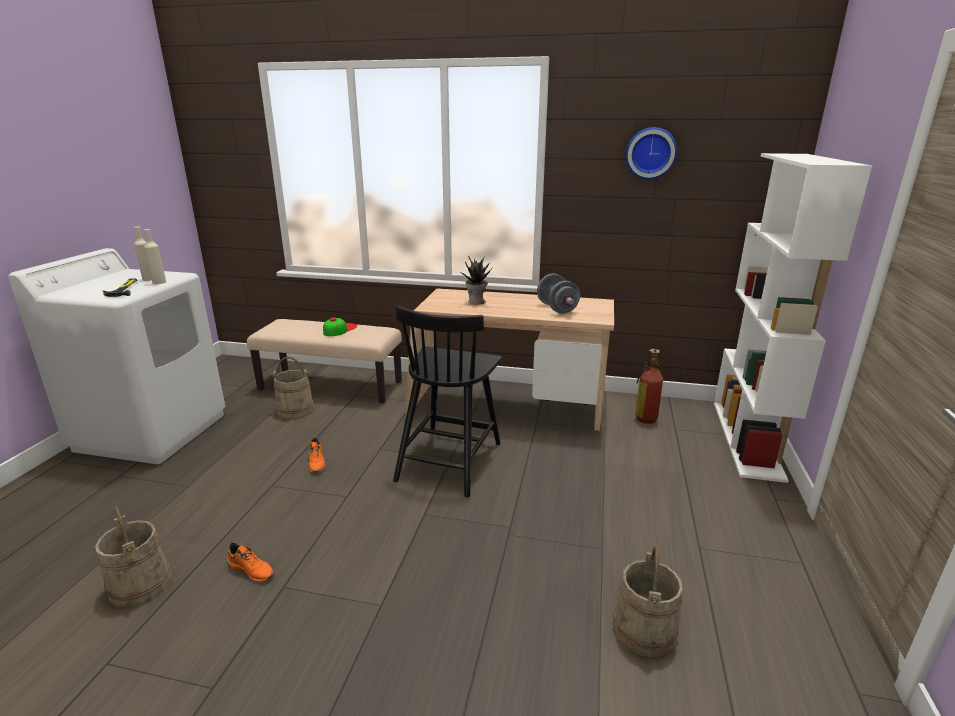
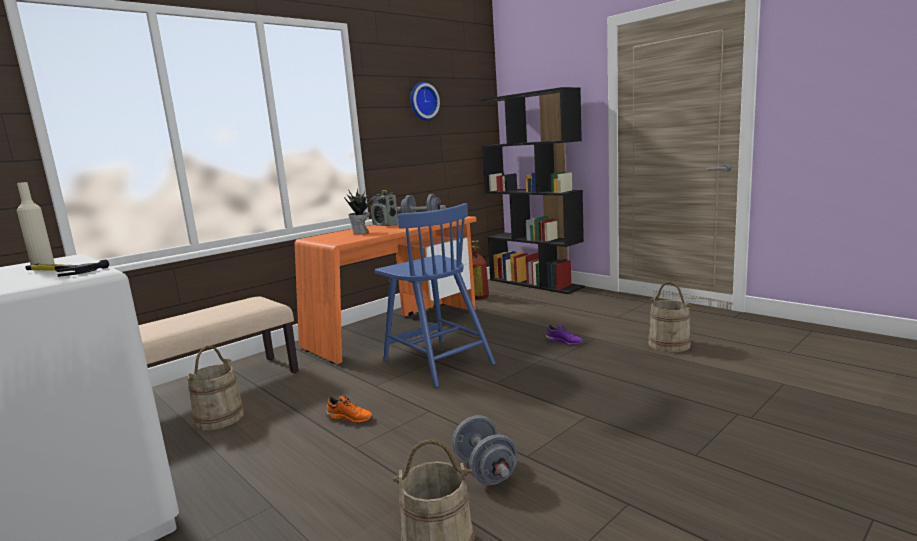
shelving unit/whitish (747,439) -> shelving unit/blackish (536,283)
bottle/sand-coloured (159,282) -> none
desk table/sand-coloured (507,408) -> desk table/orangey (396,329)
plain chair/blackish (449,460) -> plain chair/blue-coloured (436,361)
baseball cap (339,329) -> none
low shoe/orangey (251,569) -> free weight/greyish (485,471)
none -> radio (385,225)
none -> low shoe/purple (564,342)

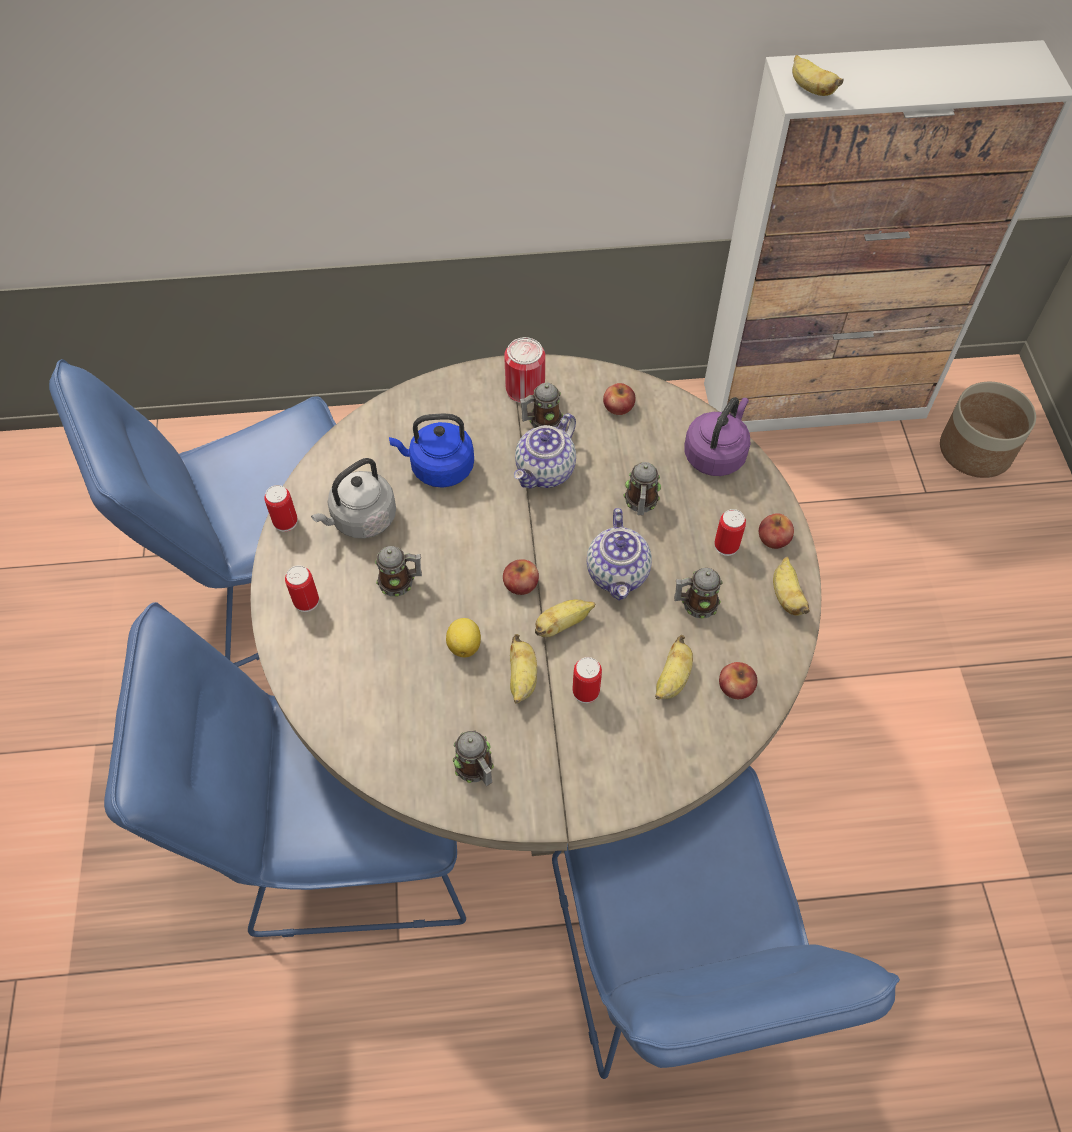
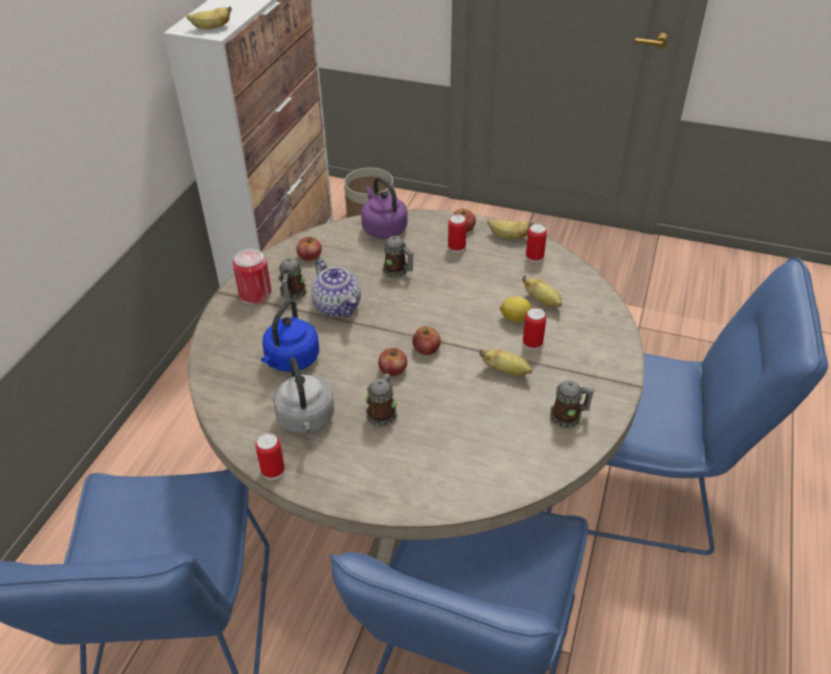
tea pot (618,574) -> none
can (306,601) -> can (534,257), moved
mug (695,604) -> none
banana fruit (562,624) -> none
citrus fruit (464,644) -> citrus fruit (514,318), moved
apple fruit (736,686) -> apple fruit (393,369), moved

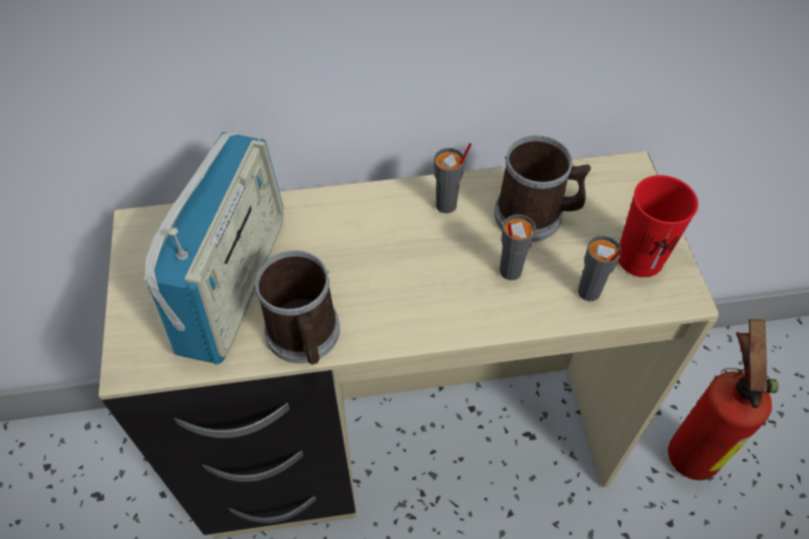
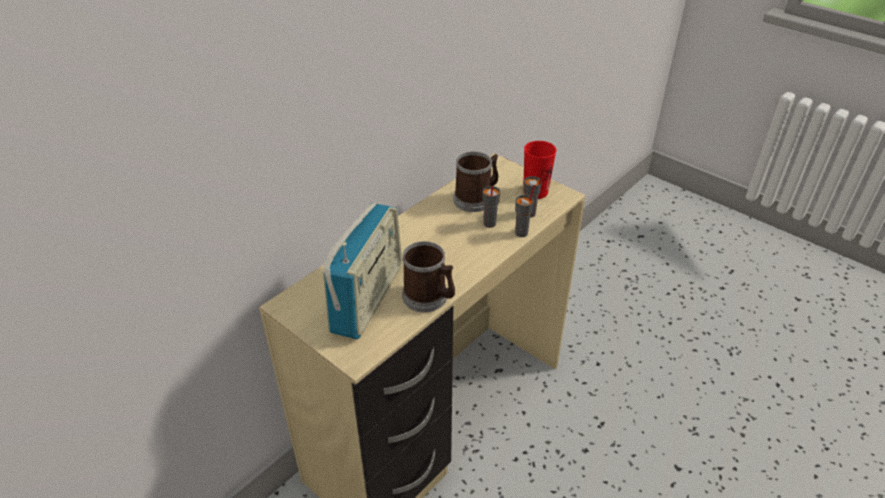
radio (234,283) -> radio (368,298), 45 degrees clockwise
small cup/greyish (446,205) -> small cup/greyish (522,233), moved
extinguisher (691,449) -> none

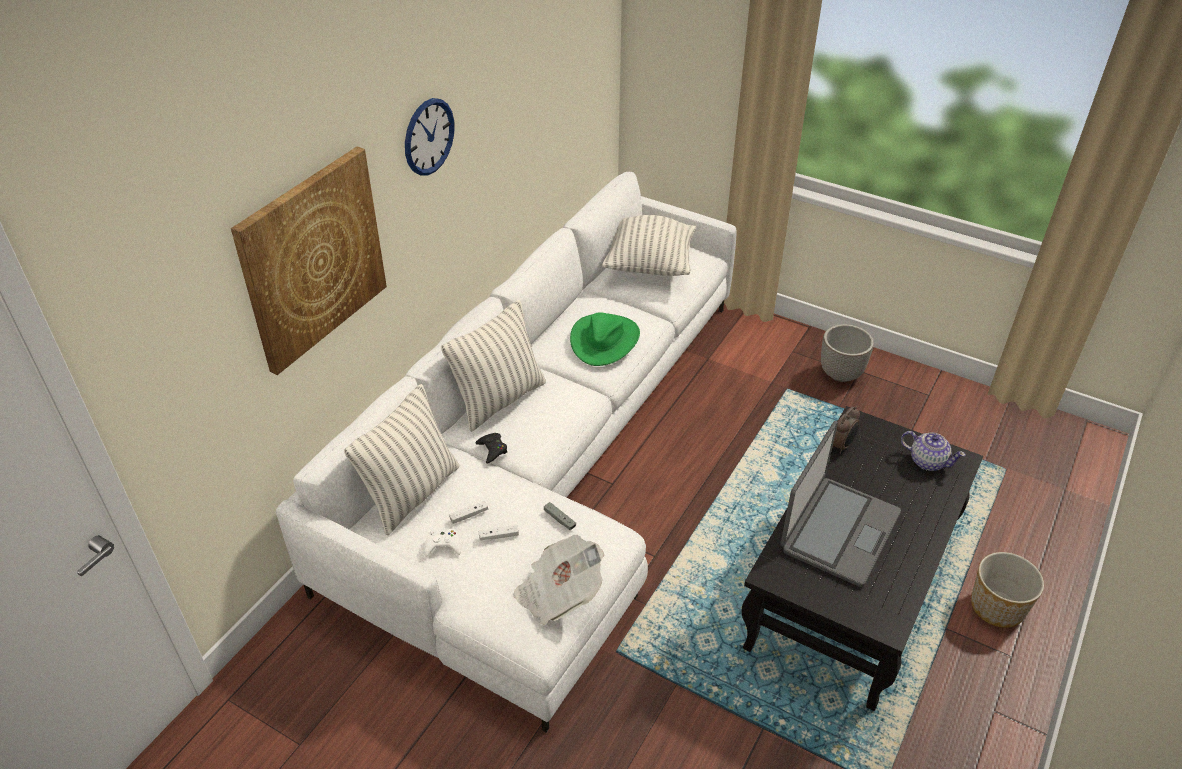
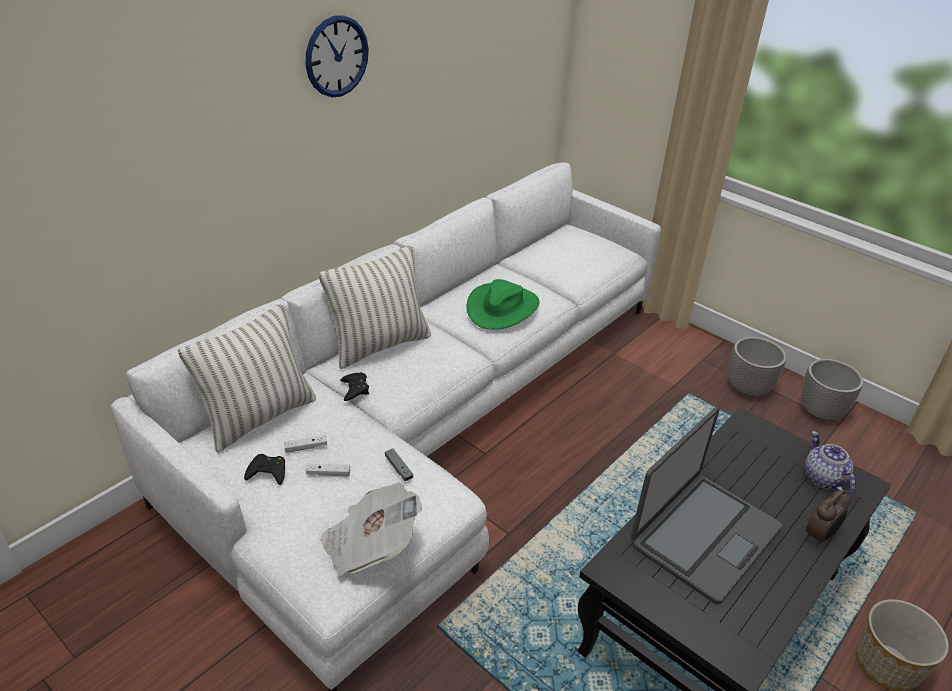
picture (312,259) -> none
throw pillow (649,265) -> none
table clock (842,445) -> table clock (820,536), moved
tea pot (927,461) -> tea pot (823,478), 150 degrees counterclockwise
joypad/whitish (443,545) -> joypad/blackish (268,472)
none -> plant pot (821,412)

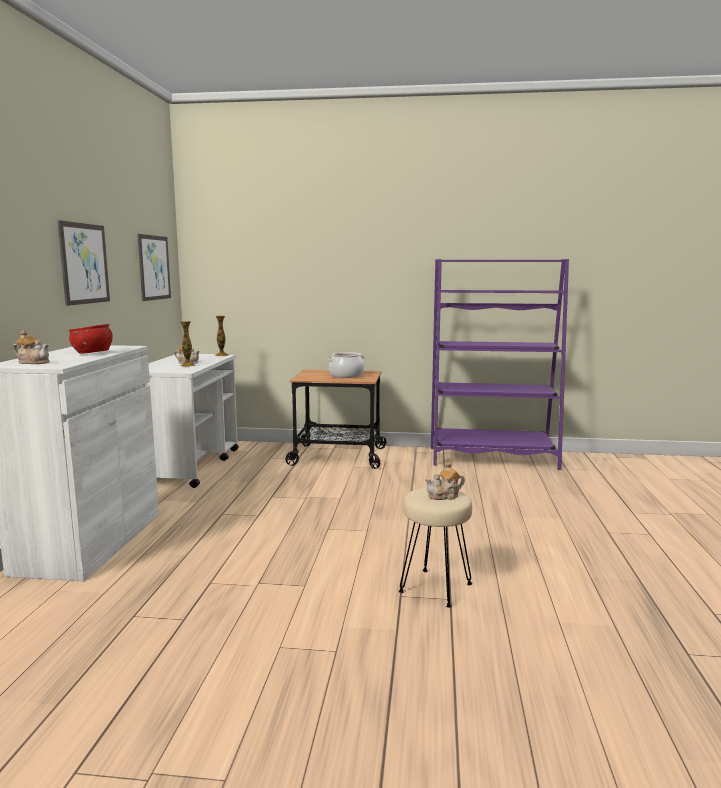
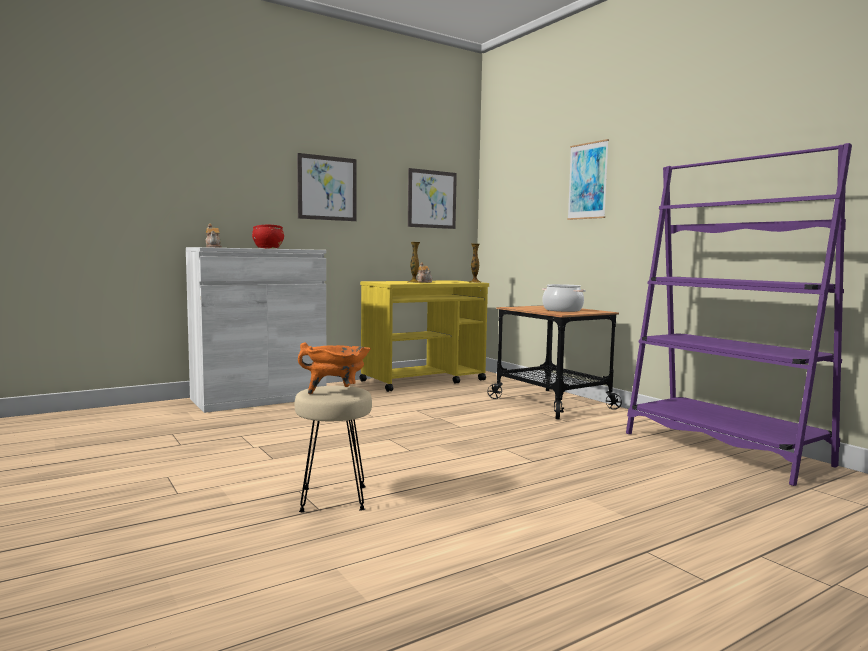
trolley/whitish (190,466) -> trolley/yellow-coloured (424,380)
tea pot (444,496) -> saucepot/orangey (337,392)
none -> picture (588,181)

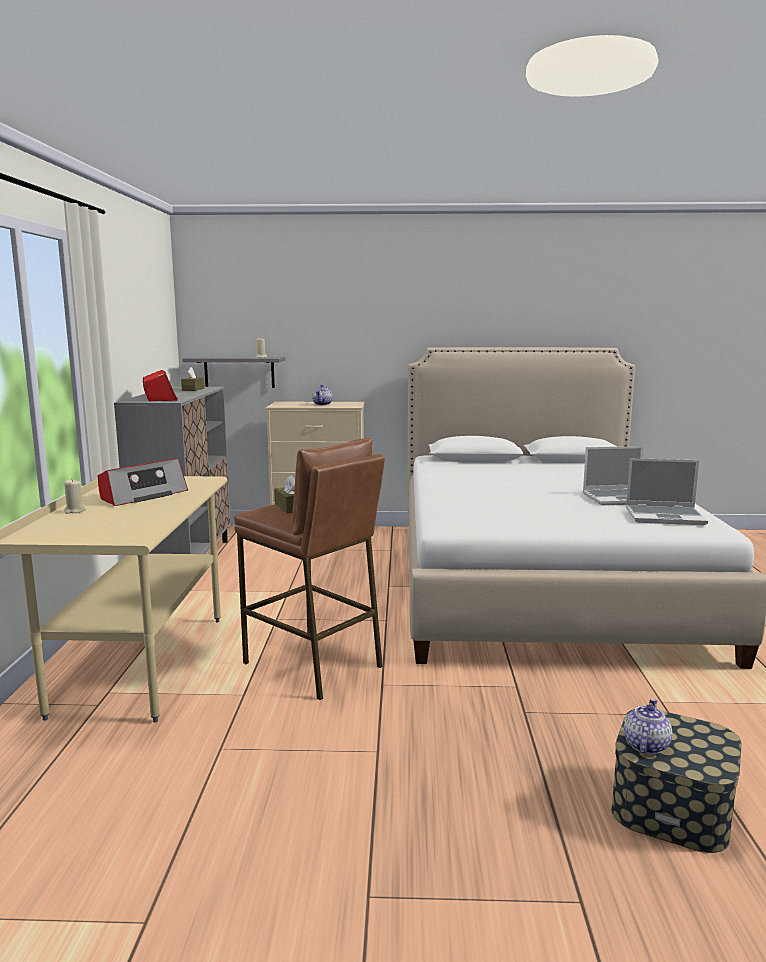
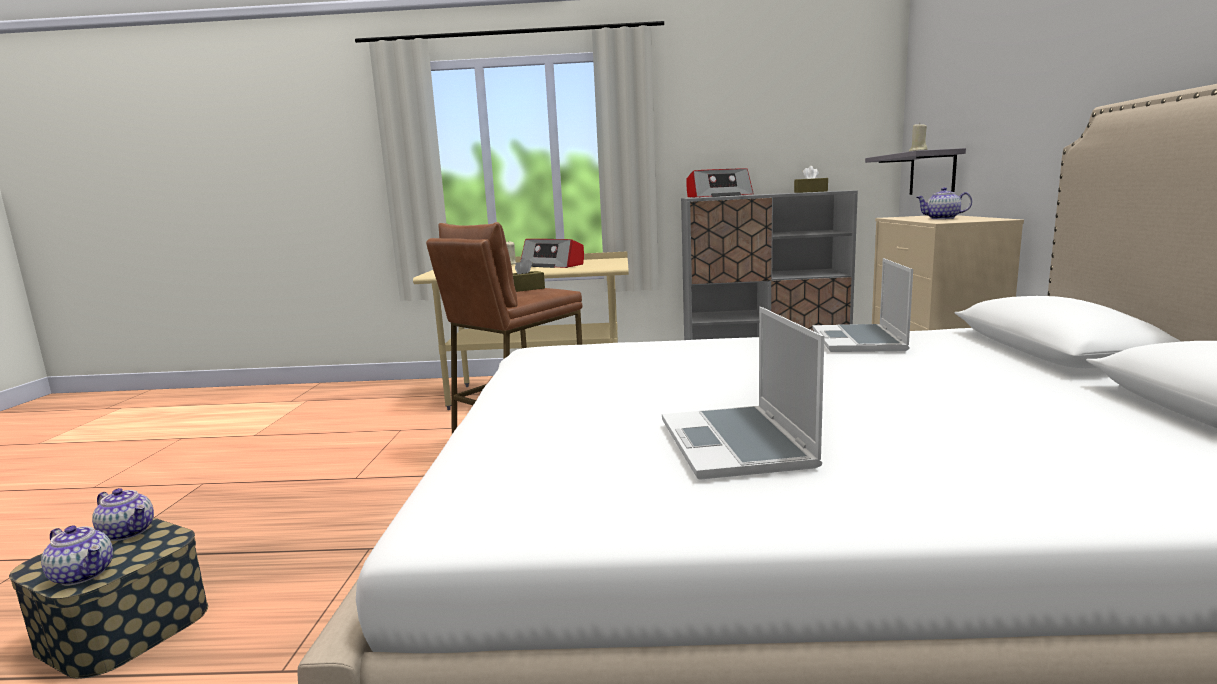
laptop (665,517) -> laptop (859,341), moved
none -> tea pot (84,574)

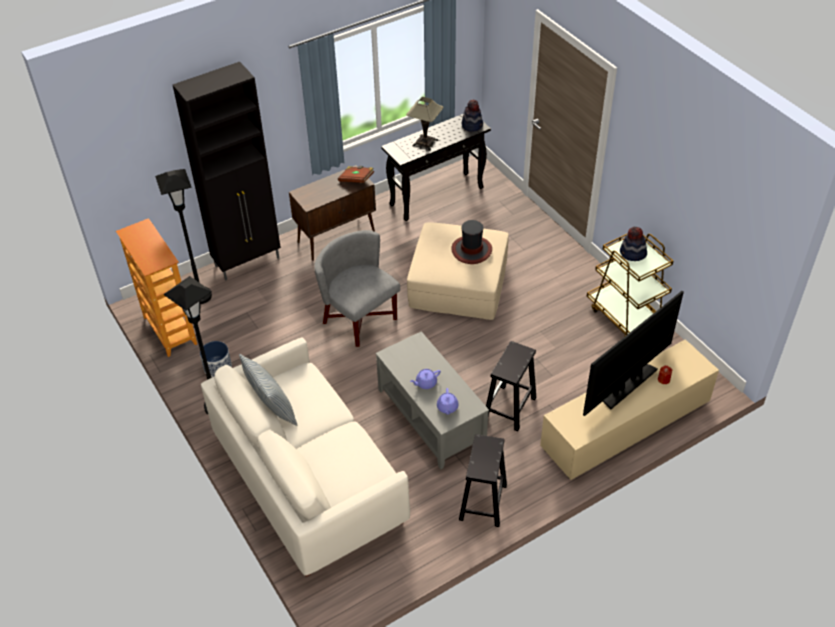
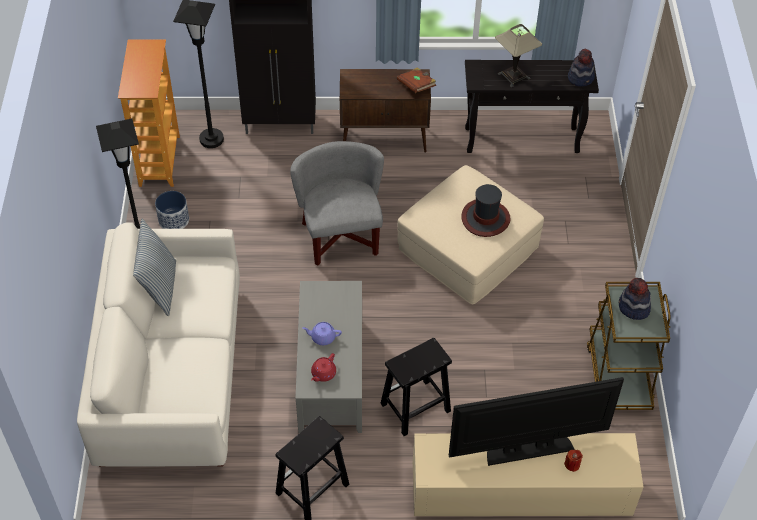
tea pot/purple (447,407) -> tea pot/reddish (323,374)

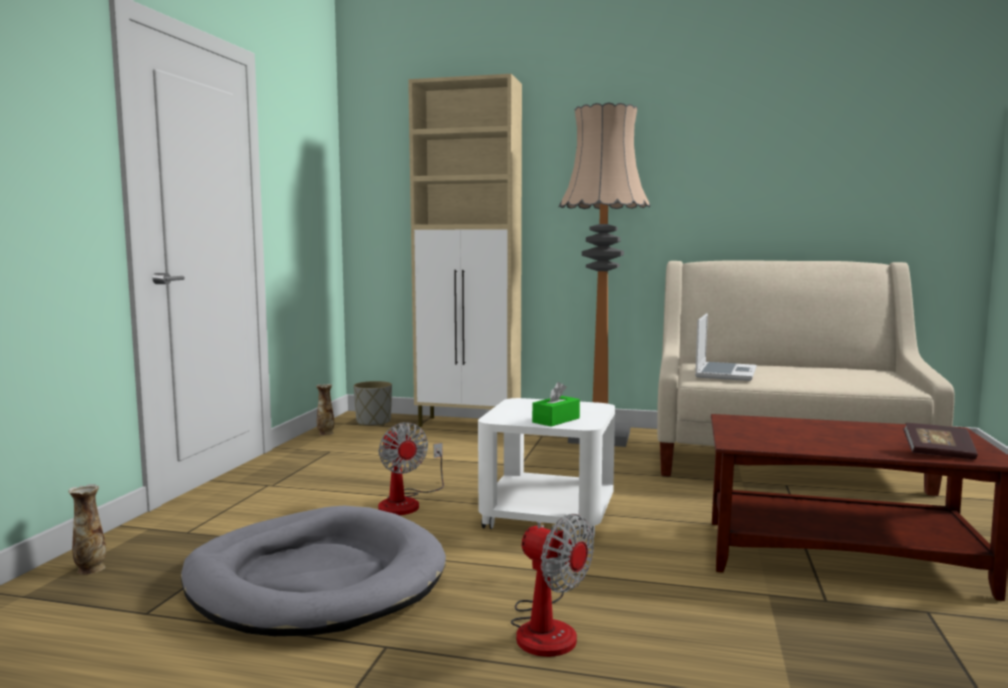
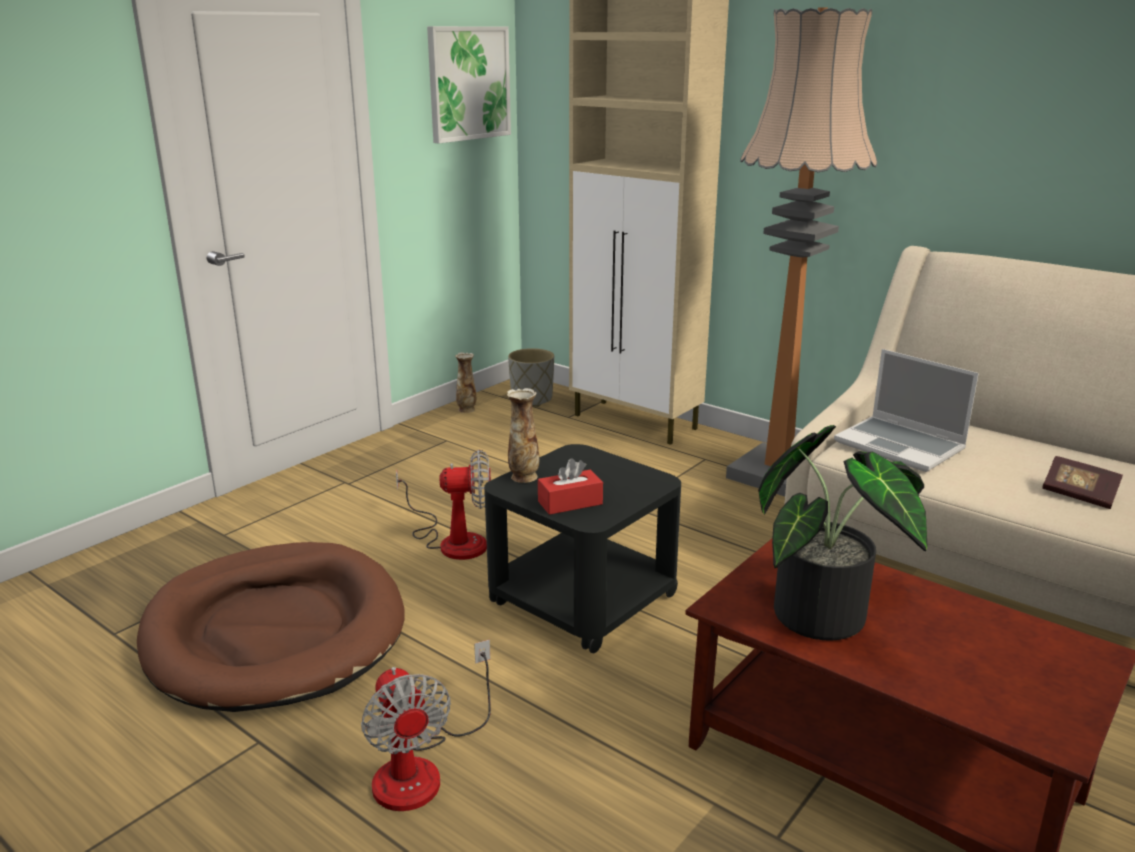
laptop (724,373) -> laptop (901,446), 90 degrees clockwise
box of tissues/greenish (556,420) -> box of tissues/reddish (570,503)
side table/whitish (548,516) -> side table/blackish (582,600)
fan (406,502) -> fan (452,540), 90 degrees counterclockwise
volume (938,454) -> volume (1078,495), moved
vase (90,569) -> vase (523,476), moved
pet bed/greyish (315,579) -> pet bed/brown-coloured (275,632)
none -> picture (468,83)
none -> plant in a pot (830,616)

